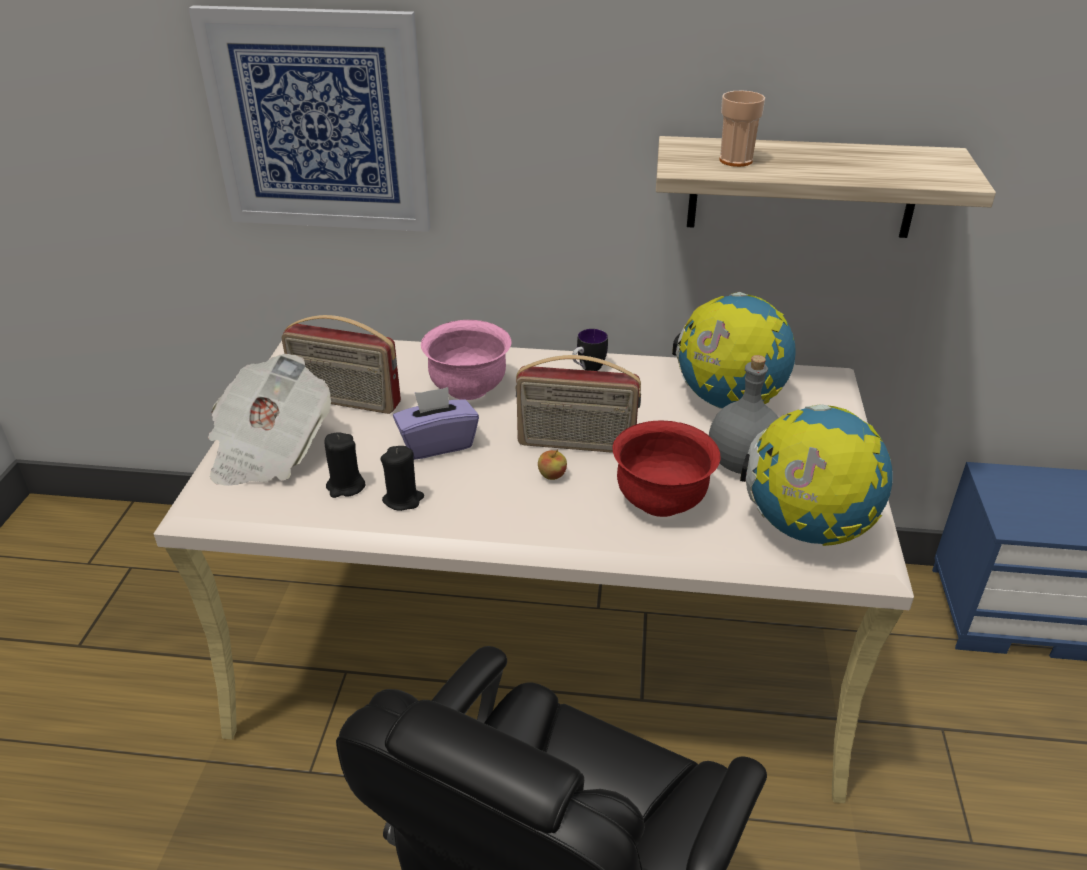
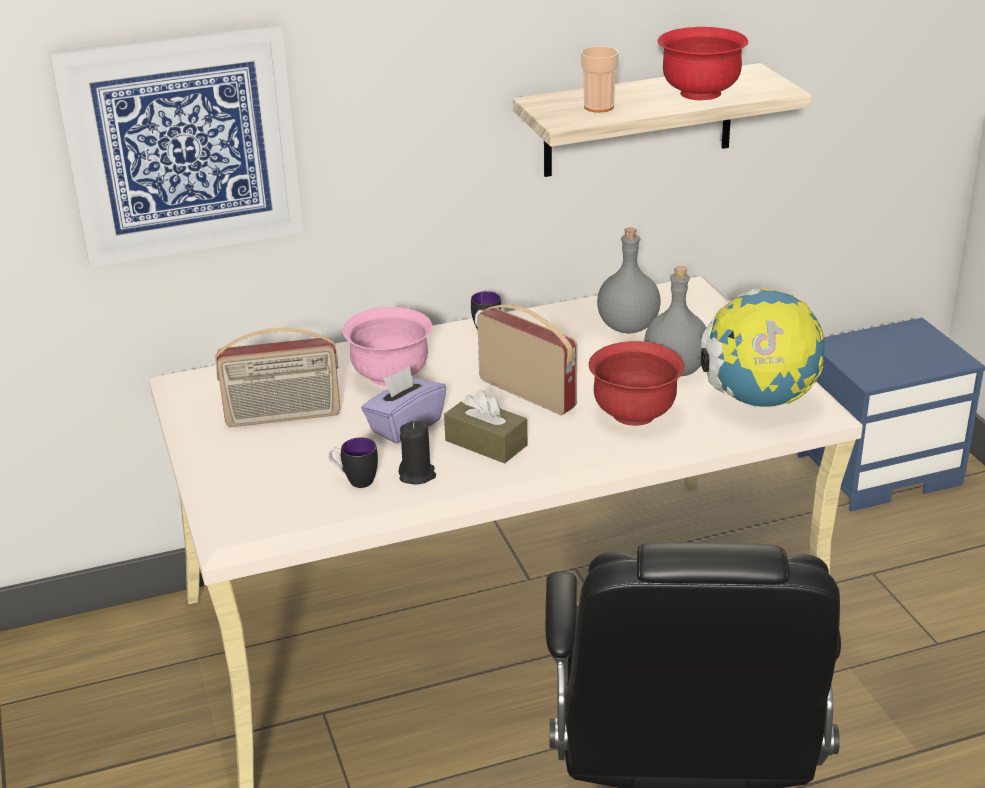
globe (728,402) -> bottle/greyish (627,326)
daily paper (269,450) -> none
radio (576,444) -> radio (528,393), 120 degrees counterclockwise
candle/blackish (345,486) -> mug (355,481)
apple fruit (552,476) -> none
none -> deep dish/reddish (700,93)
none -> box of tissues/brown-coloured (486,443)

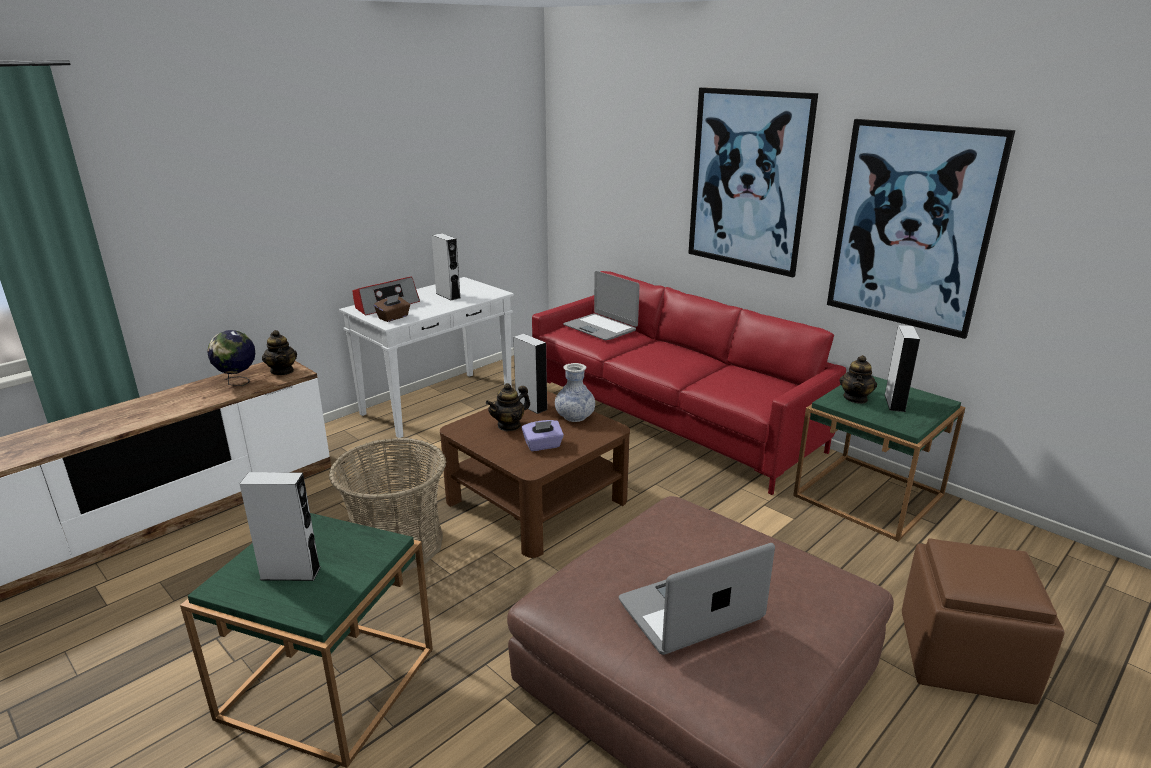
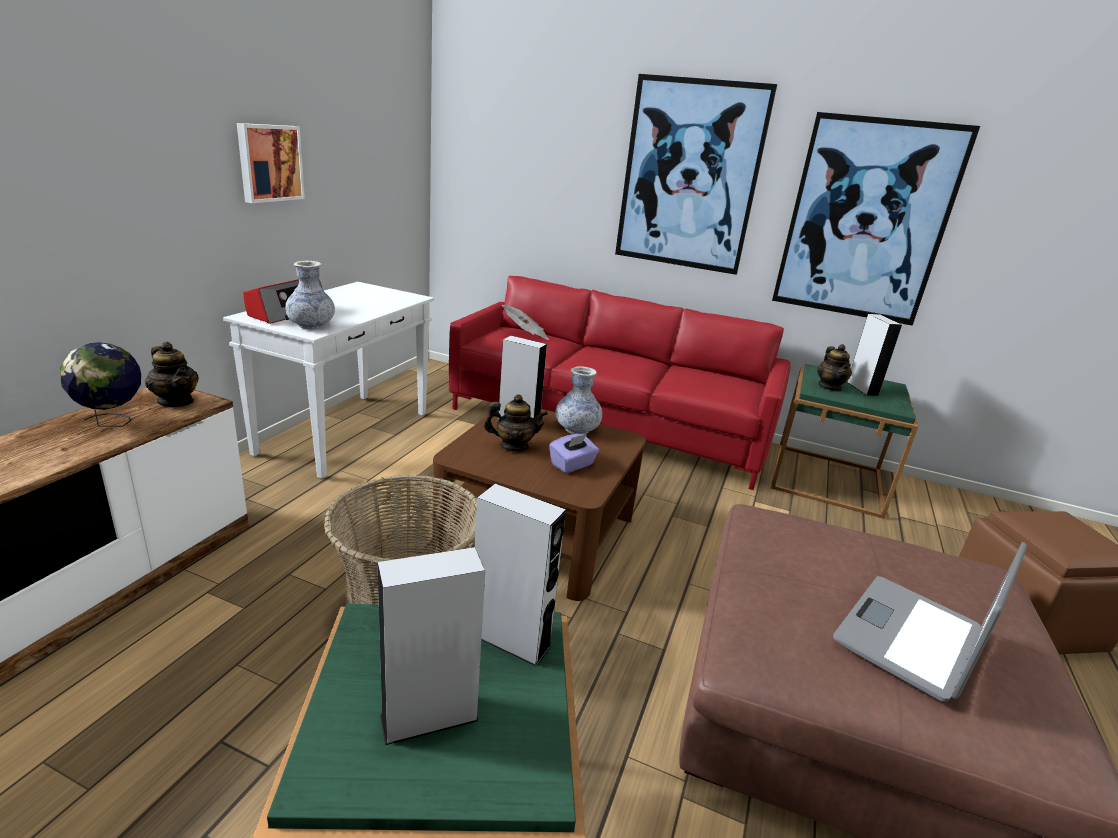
speaker/greyish (448,295) -> speaker/greyish (510,640), moved
laptop (600,328) -> daily paper (525,335)
box of tissues/brown-coloured (393,317) -> vase (311,325)
tea pot (509,425) -> tea pot (514,446), 120 degrees counterclockwise
none -> picture (269,163)

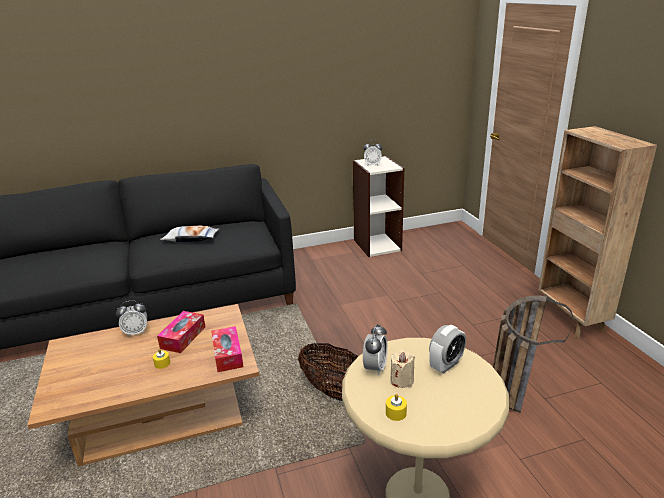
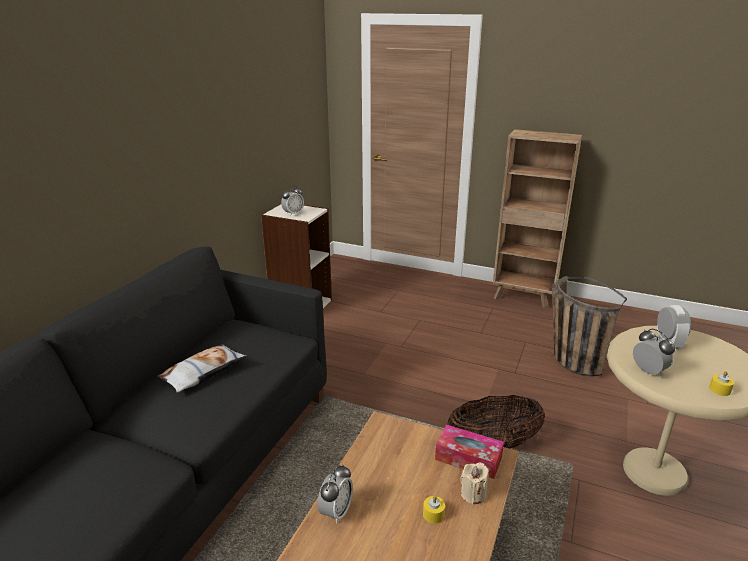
box of tissues (183,337) -> none
candle/sand-coloured (402,380) -> candle/sand-coloured (473,494), moved

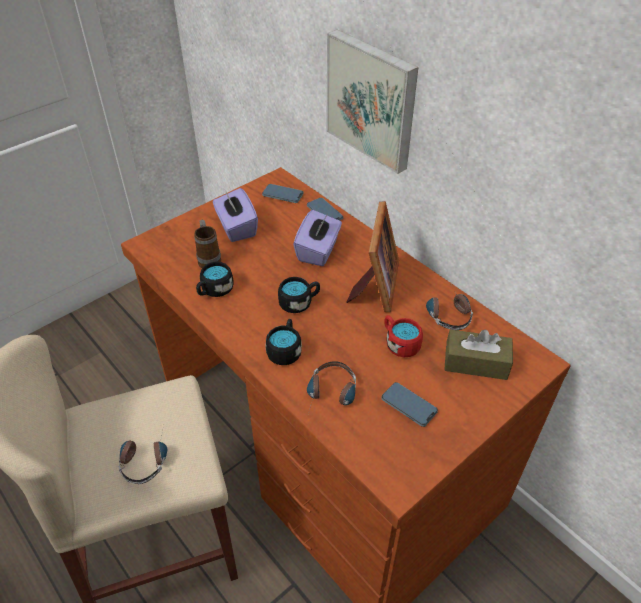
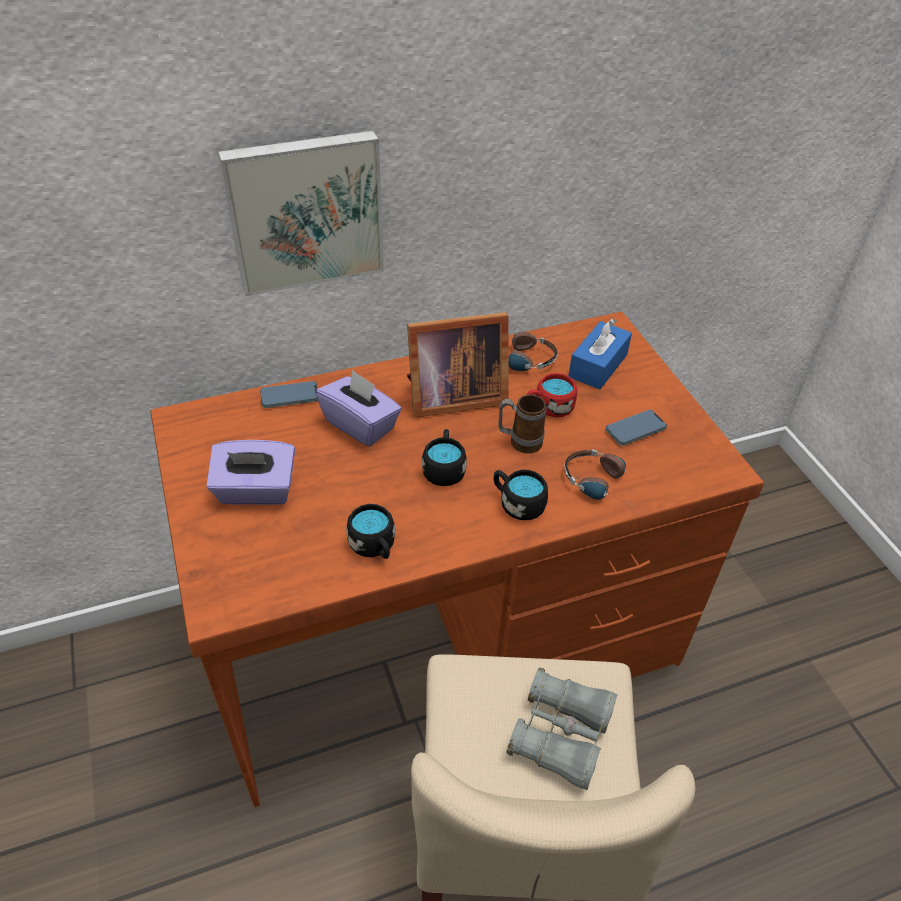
phone (282,195) -> none
photo frame (375,286) -> photo frame (452,397), 135 degrees clockwise
mug (209,259) -> mug (519,442), moved
box of tissues/brown-coloured (475,363) -> box of tissues/blue-coloured (598,365)
headphones (145,457) -> field glasses/greyish (561,735)

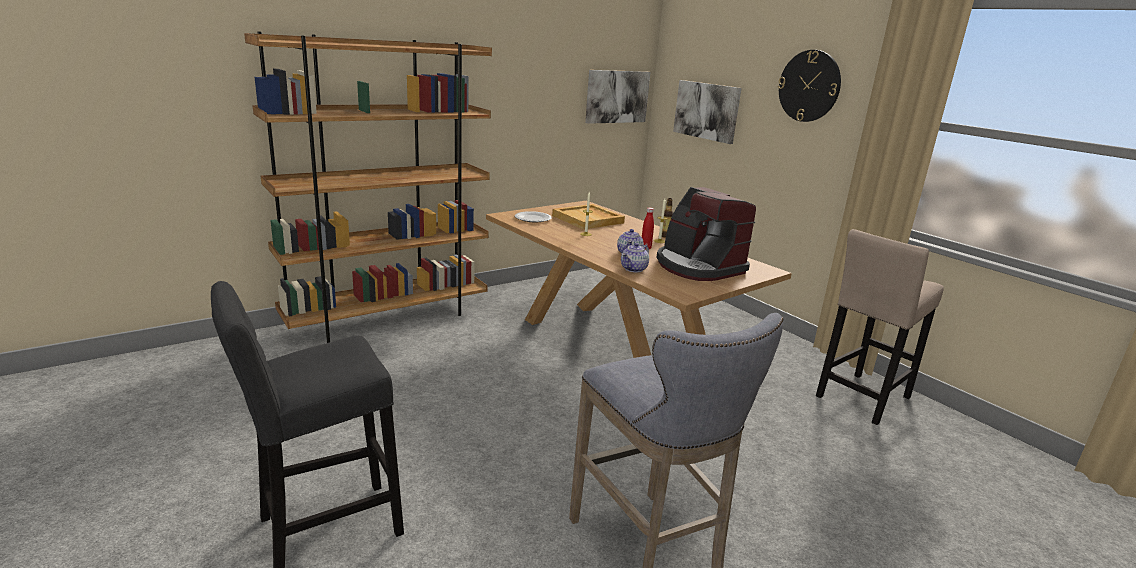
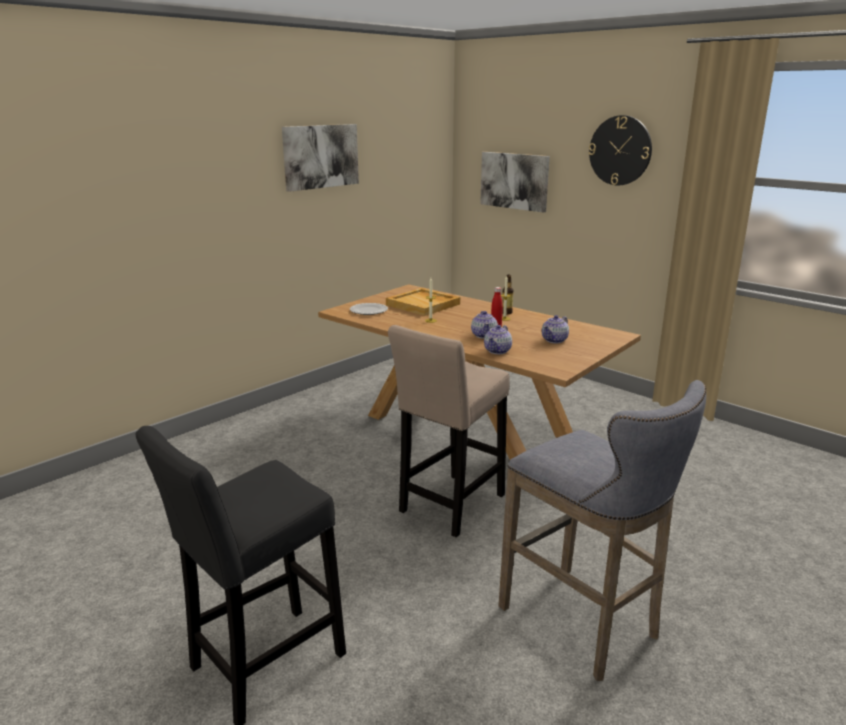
shelving unit/brown-coloured (388,317) -> none
picture (617,96) -> picture (320,156), moved
coffee brewer (698,266) -> tea pot (555,340)
stool/sand-coloured (861,399) -> stool/sand-coloured (449,506), moved

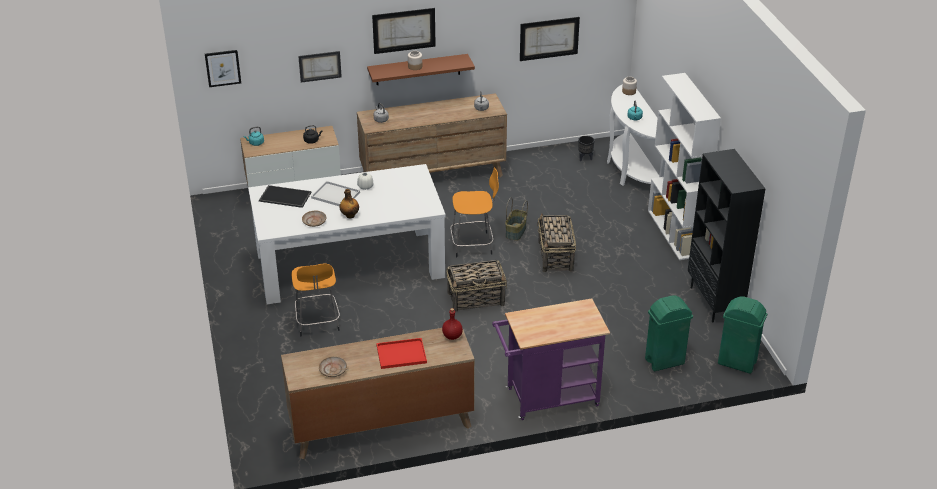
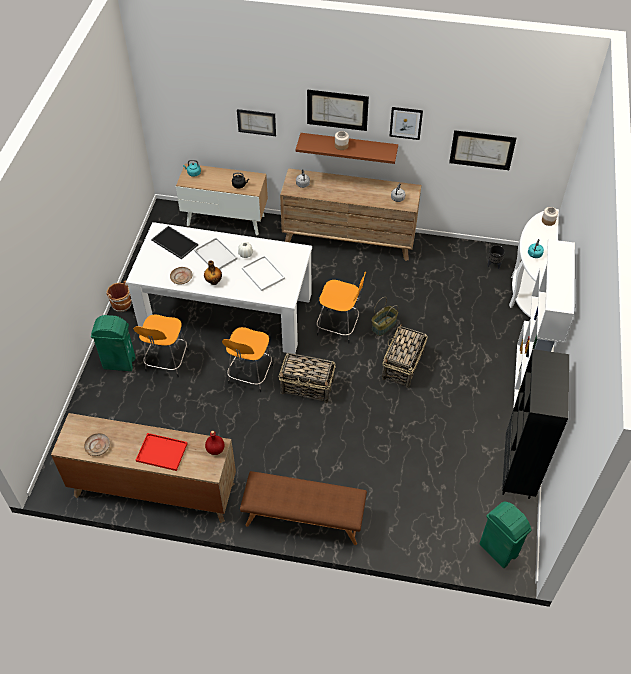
picture (223,68) -> picture (406,123), moved
trash can/greenish (664,361) -> trash can/greenish (119,363), moved
trolley/purple (546,399) -> long seat/brown-coloured (303,519)
none -> tray/whitish (264,274)
none -> water bucket/brown-coloured (122,305)
none -> stool/orangey (250,375)

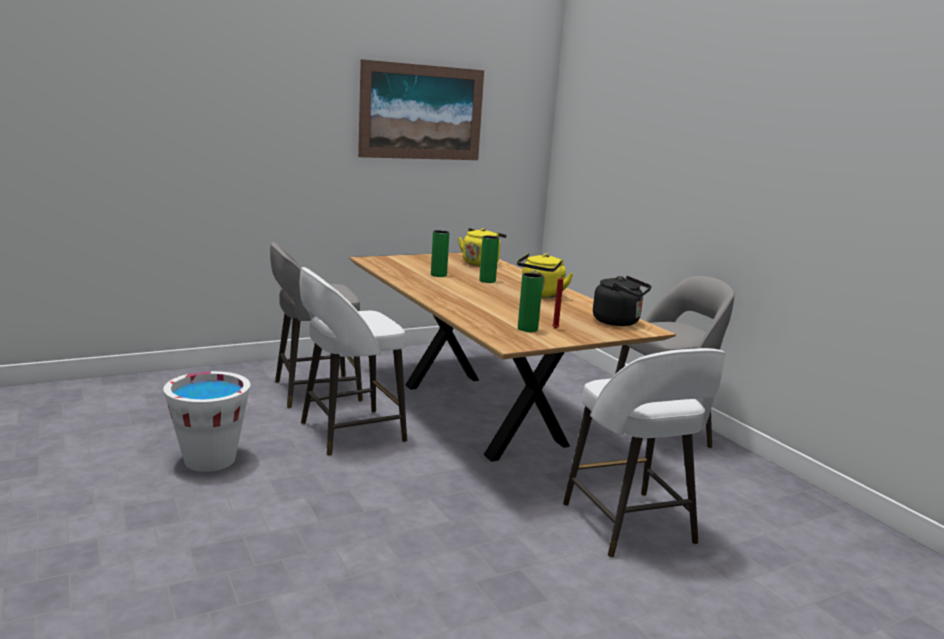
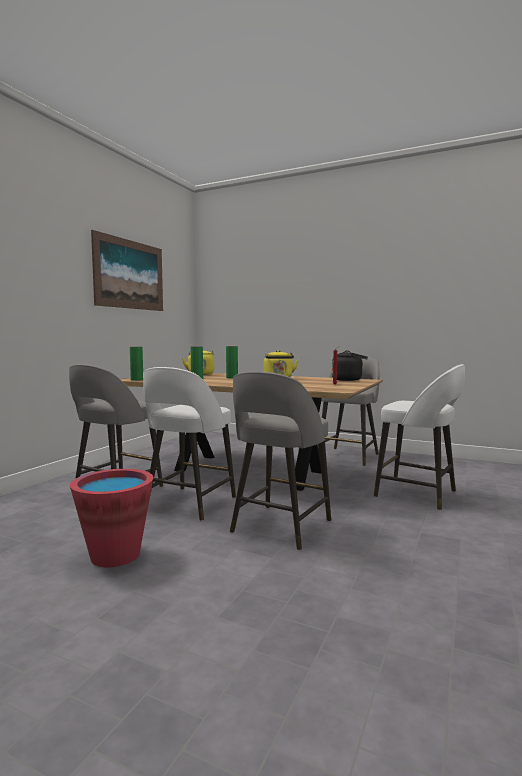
vase/greenish (527,329) -> vase/greenish (137,380), moved
water bucket/whitish (210,460) -> water bucket/reddish (115,555)
none -> stool/greyish (279,527)

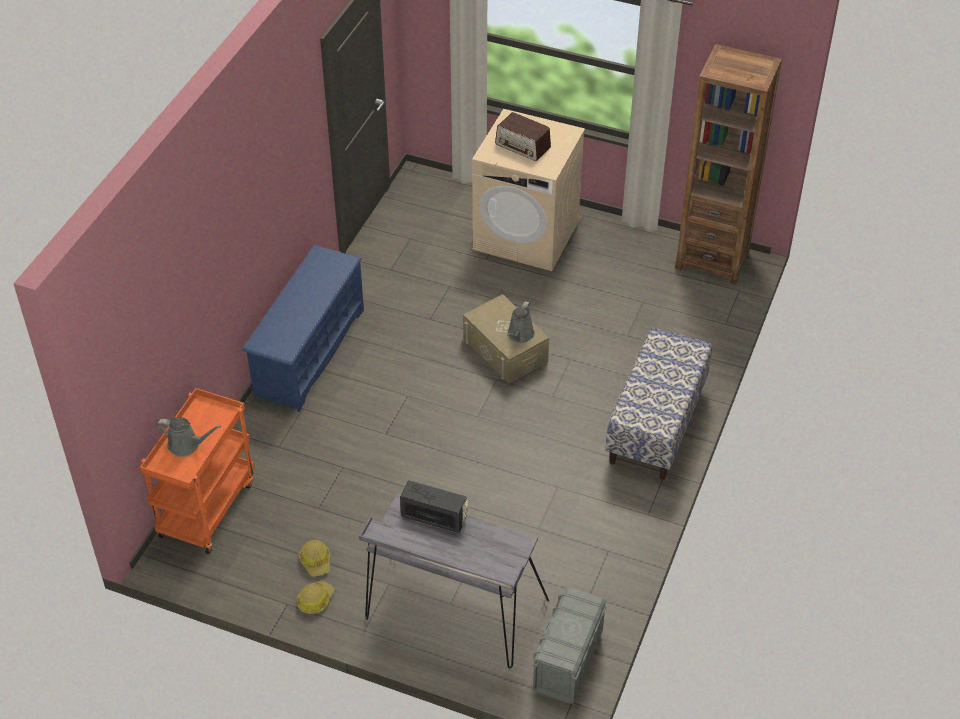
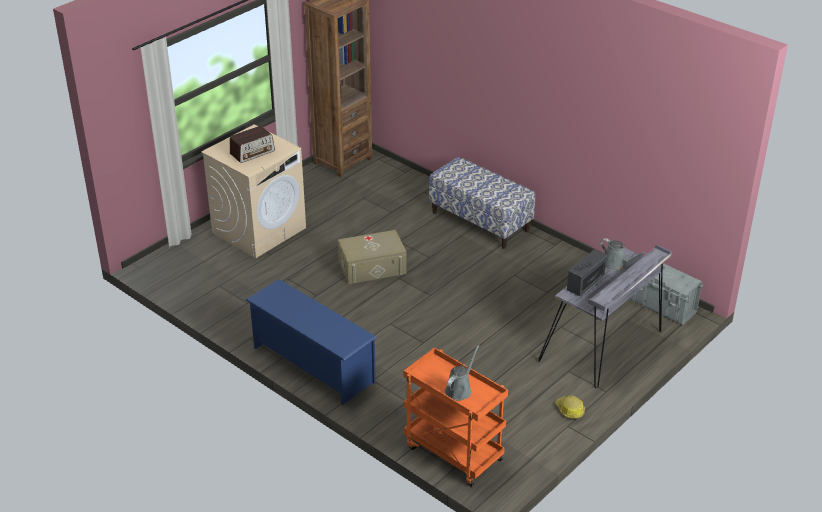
watering pot/greyish (519,335) -> watering pot/greyish (616,265), moved
hard hat (316,561) -> none

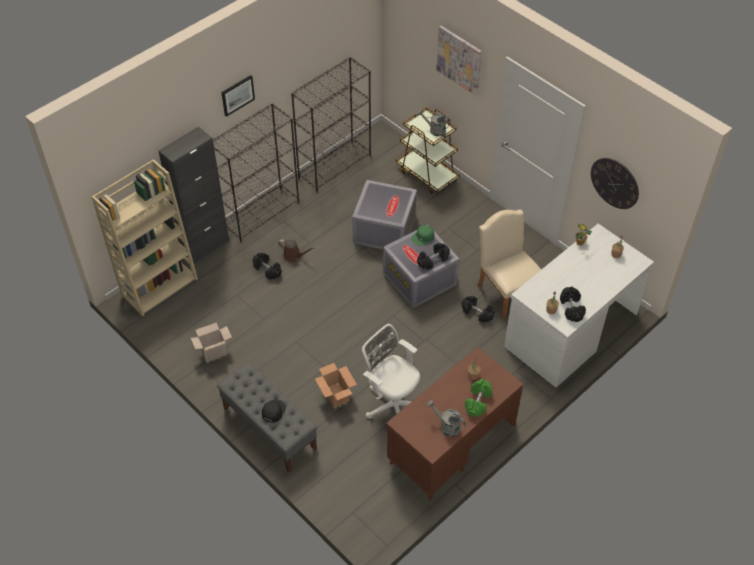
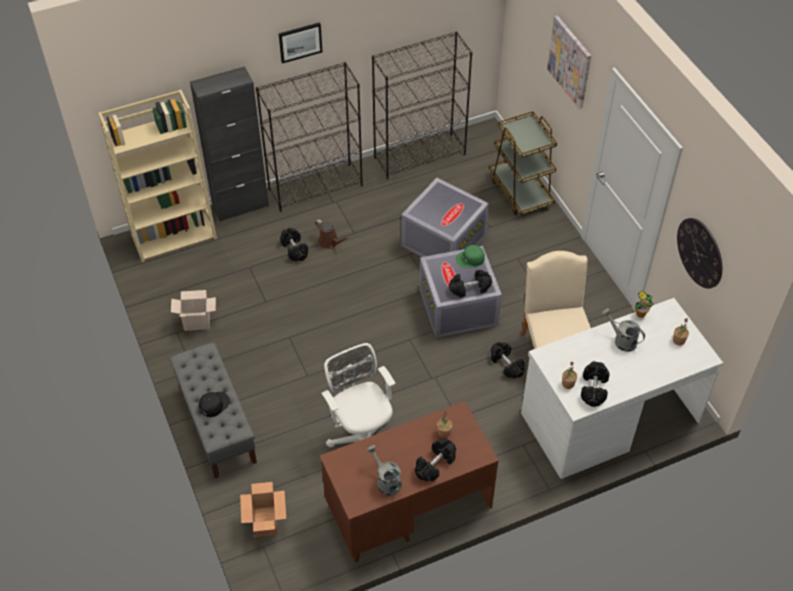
watering pot/greyish (434,130) -> watering pot/greyish (621,340), moved
packing box (336,395) -> packing box (265,521), moved
free weight/greenish (477,402) -> free weight/blackish (435,464)

